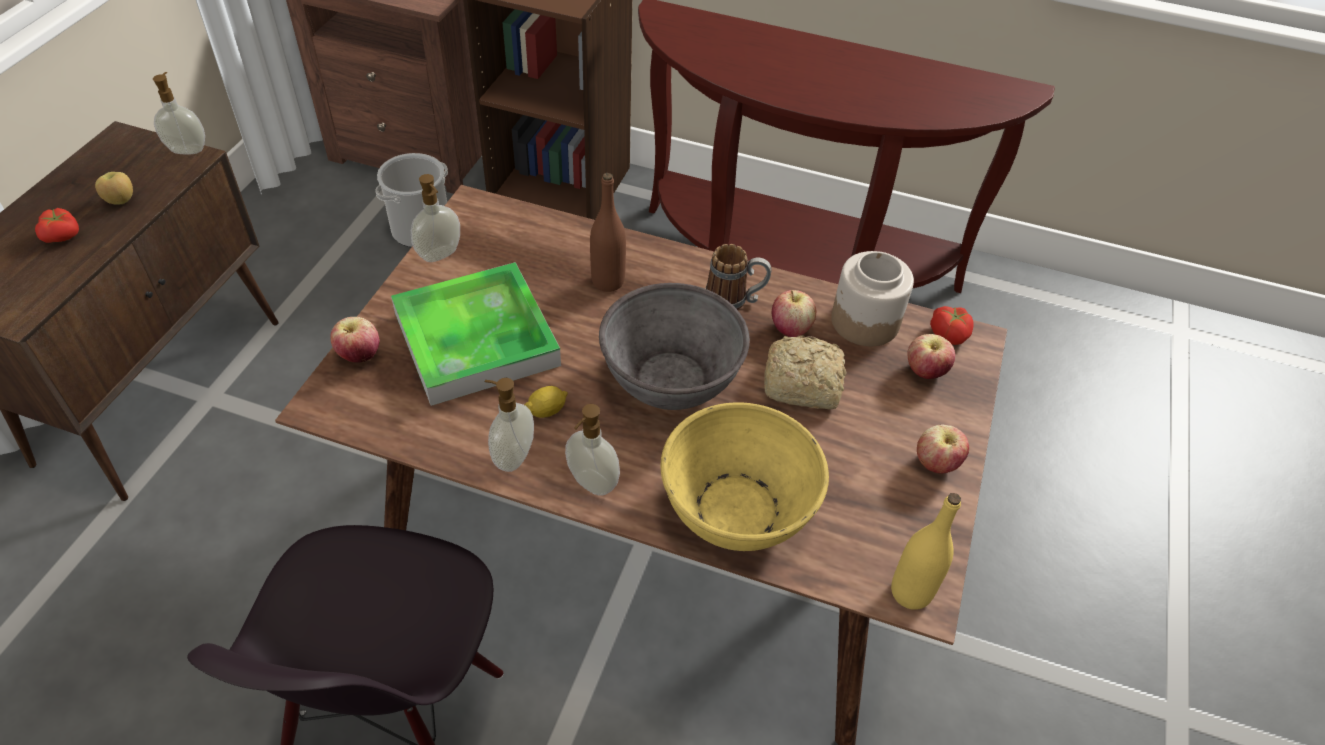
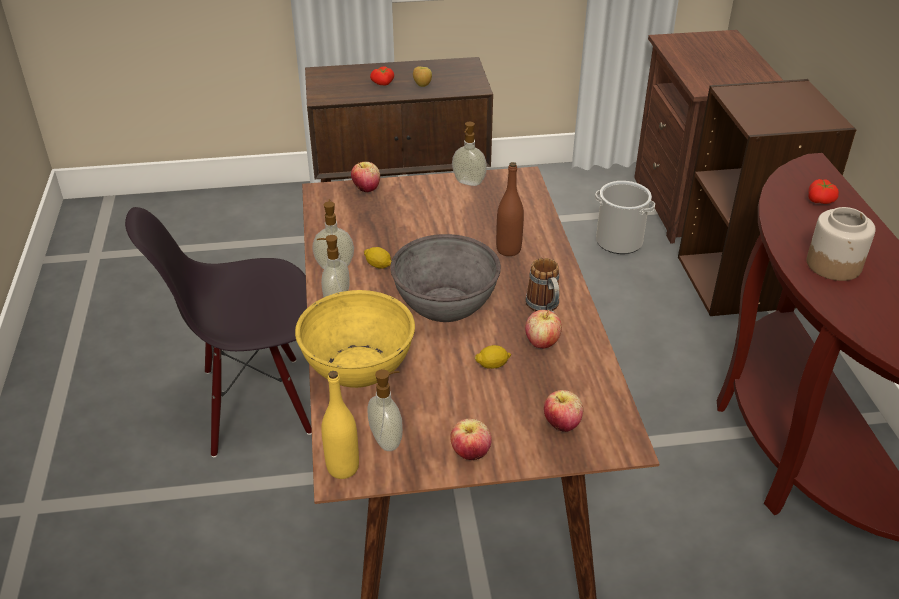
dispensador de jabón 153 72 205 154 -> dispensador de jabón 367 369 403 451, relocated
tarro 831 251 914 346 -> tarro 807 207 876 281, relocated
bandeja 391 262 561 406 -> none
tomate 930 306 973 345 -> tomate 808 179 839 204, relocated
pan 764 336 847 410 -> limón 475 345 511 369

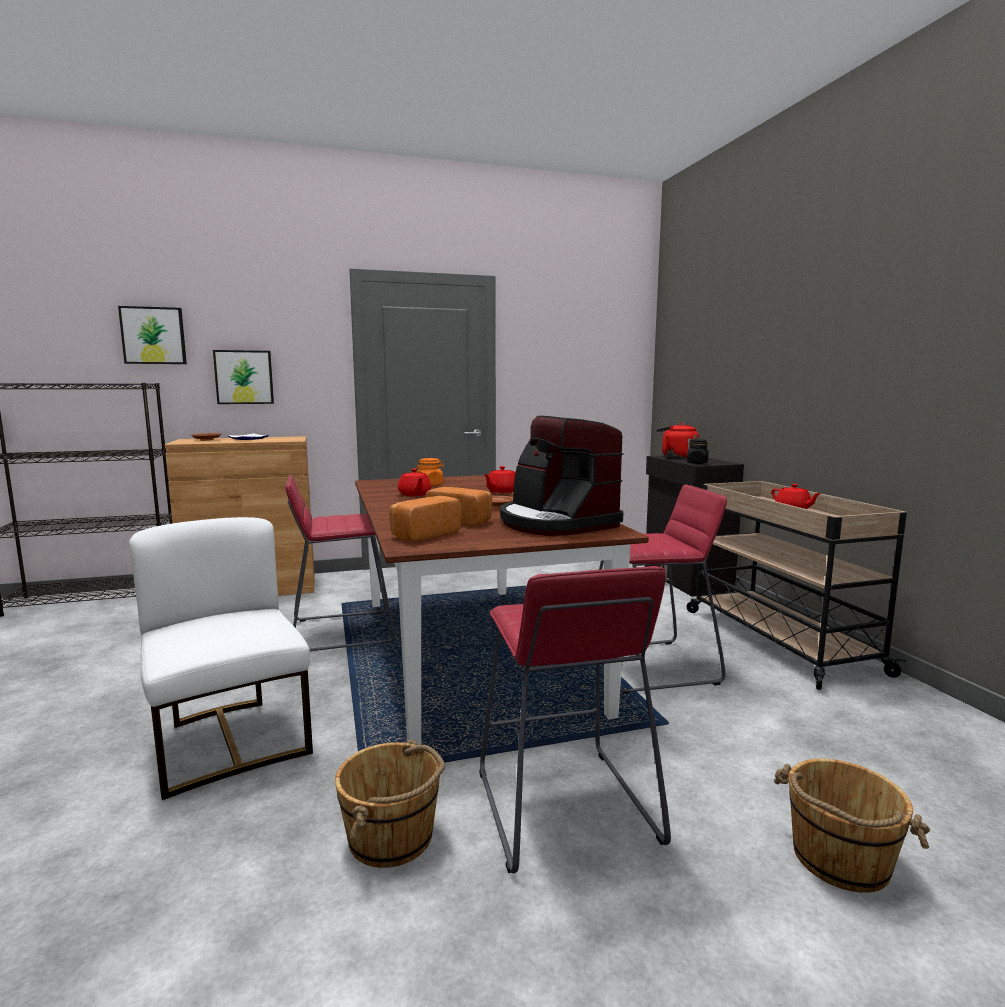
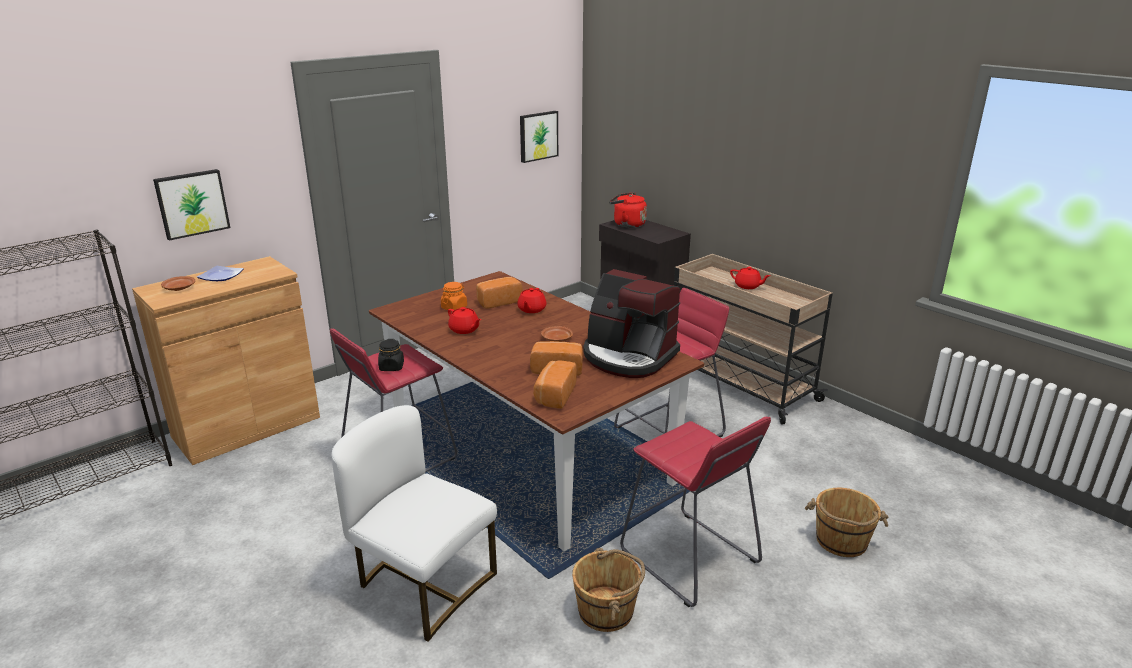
cuadro 118 306 187 364 -> cuadro 520 111 558 163, relocated
tarro (negro) 687 439 708 464 -> tarro (negro) 378 339 404 371, relocated
none -> pan 476 277 523 309

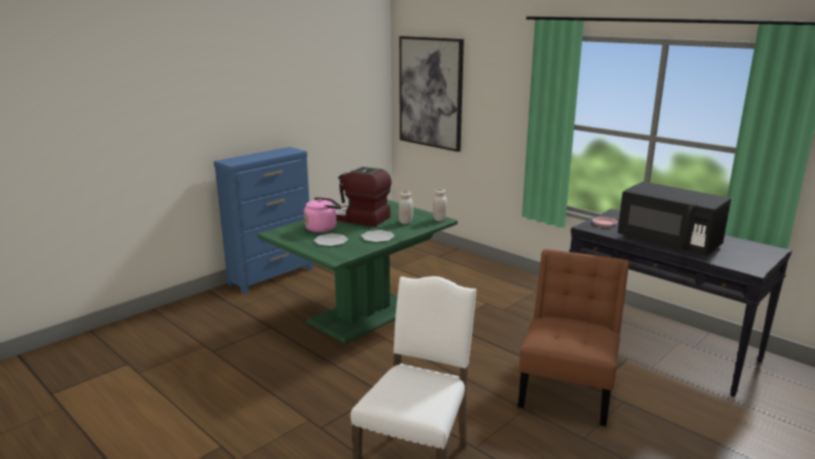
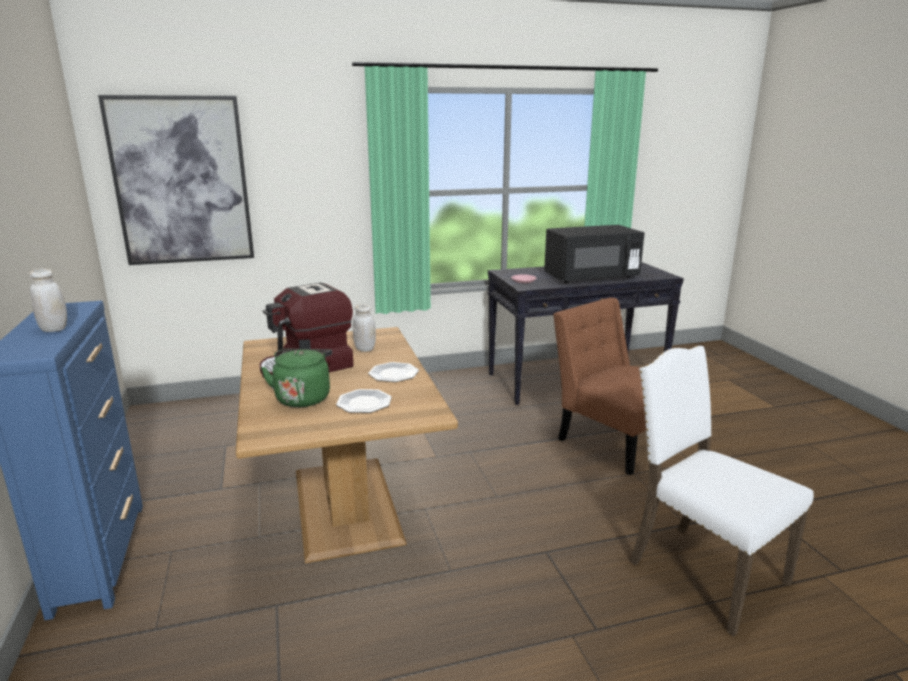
tarro (blanco) 433 189 447 221 -> tarro (blanco) 29 269 67 332, relocated
hervidor (rosa) 304 197 341 233 -> hervidor (verde) 261 349 332 407
mesa de comedor (verde) 257 200 458 344 -> mesa de comedor (marrón) 236 327 458 563

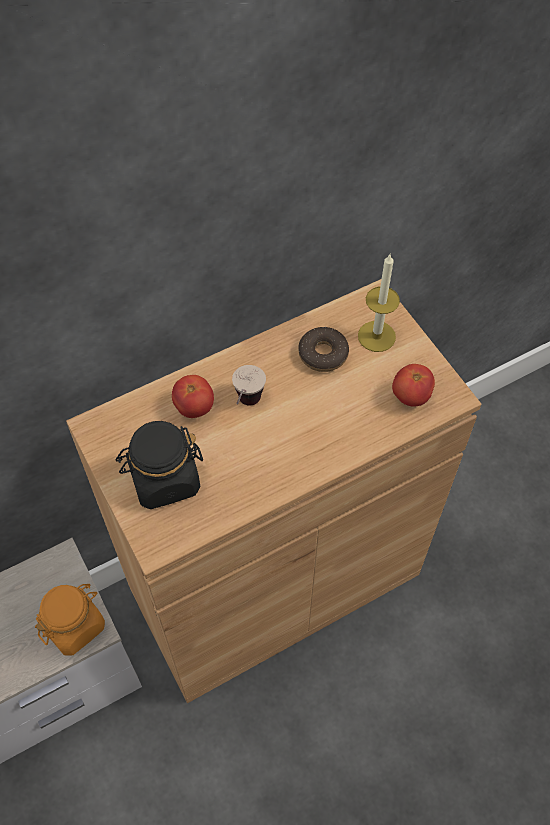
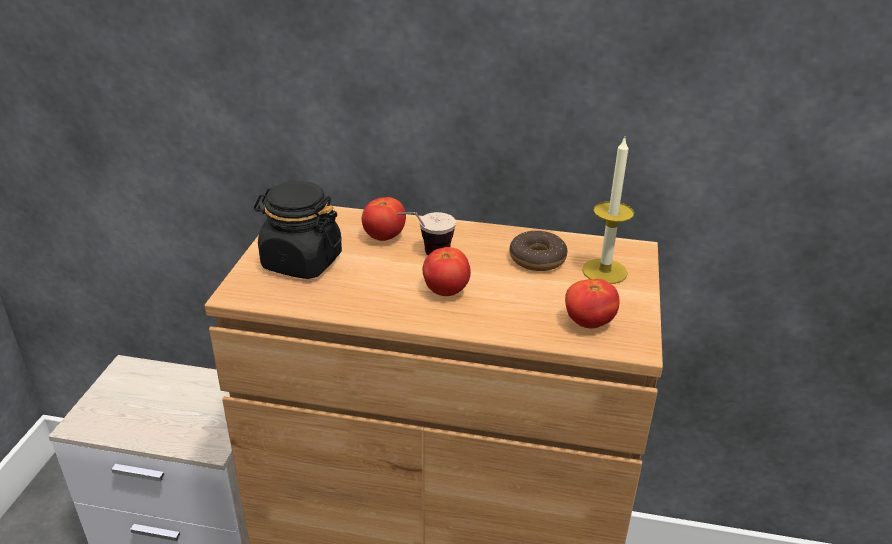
tarro (naranja) 35 584 105 656 -> none
none -> tomate 423 247 471 296

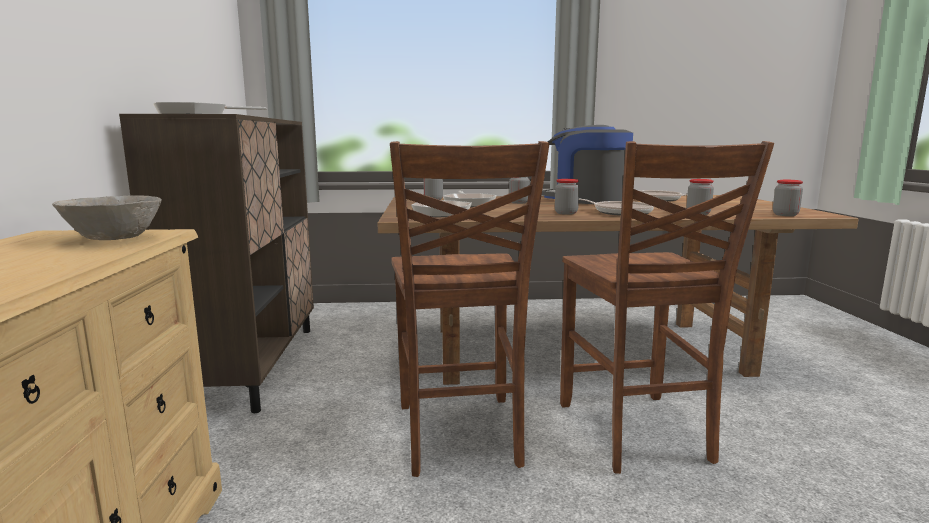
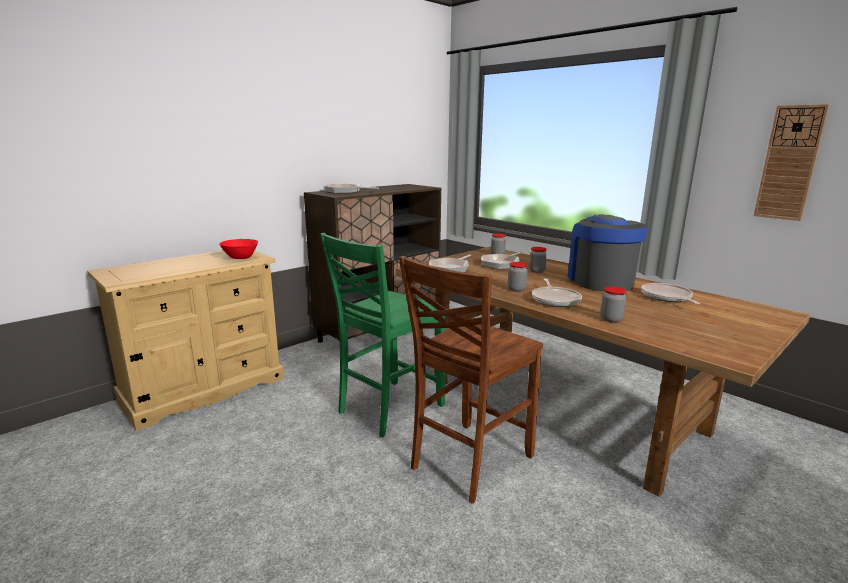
silla (marrón) 390 141 550 477 -> silla (verde) 320 233 445 438
tarro 773 180 803 216 -> none
cuenco (gris) 52 195 162 240 -> cuenco (rojo) 219 239 258 259
none -> reloj de pared 754 104 829 221

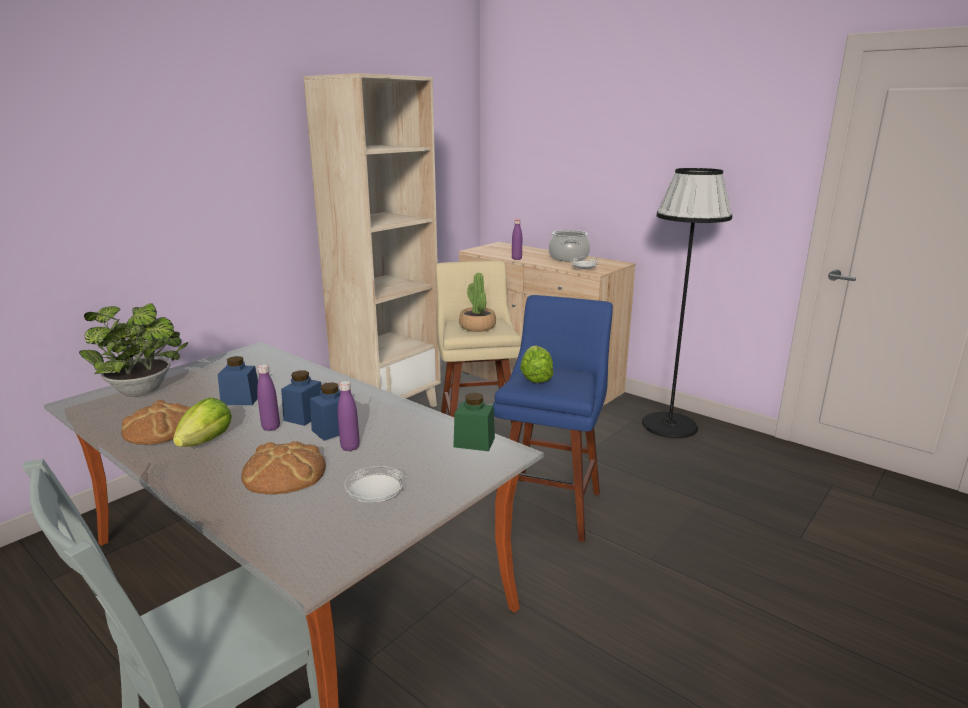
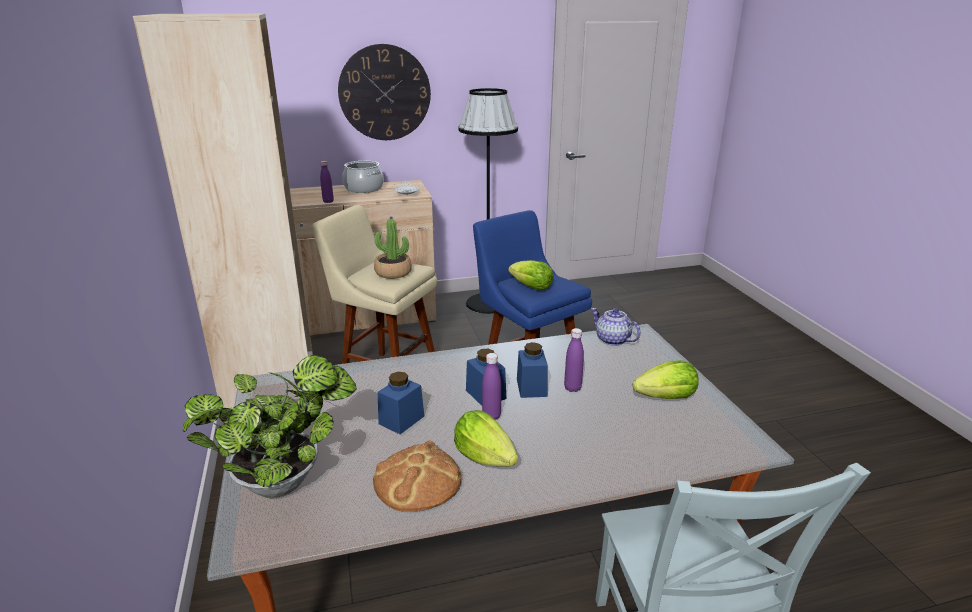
tarro (verde) 453 393 495 451 -> tetera 591 308 641 346
pan 241 441 326 494 -> none
plato (blanco) 345 466 405 503 -> lechuga 633 360 699 399
none -> reloj de pared 338 44 431 140

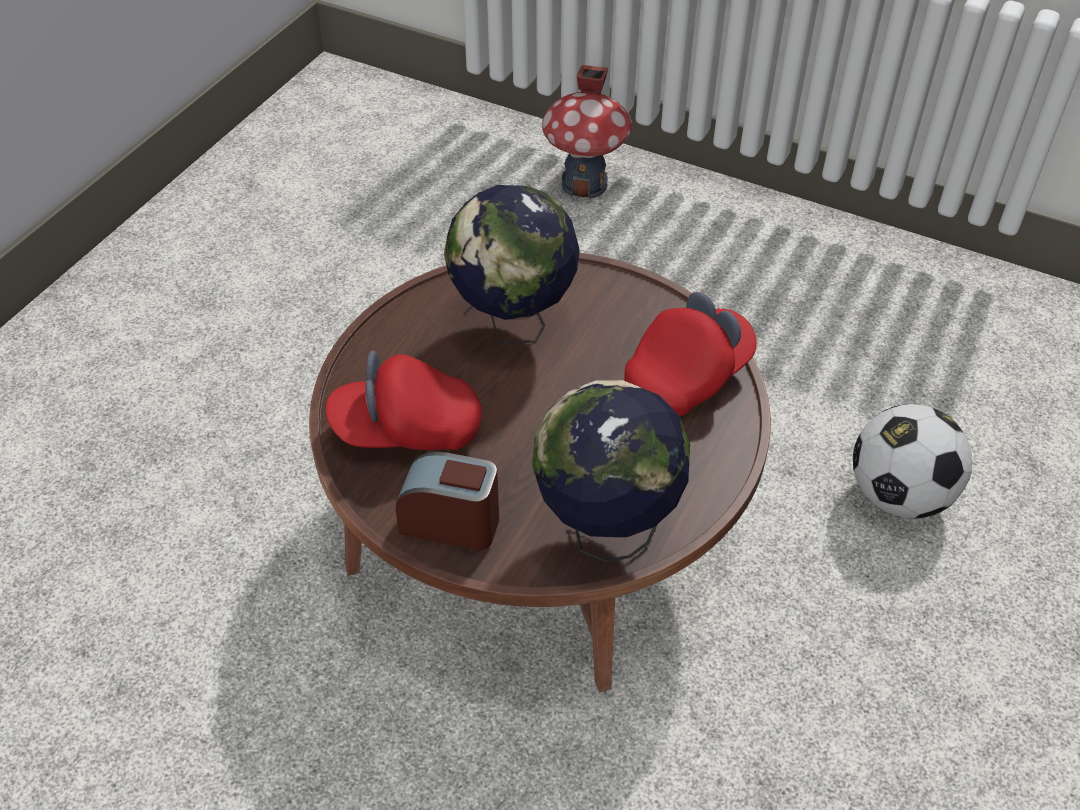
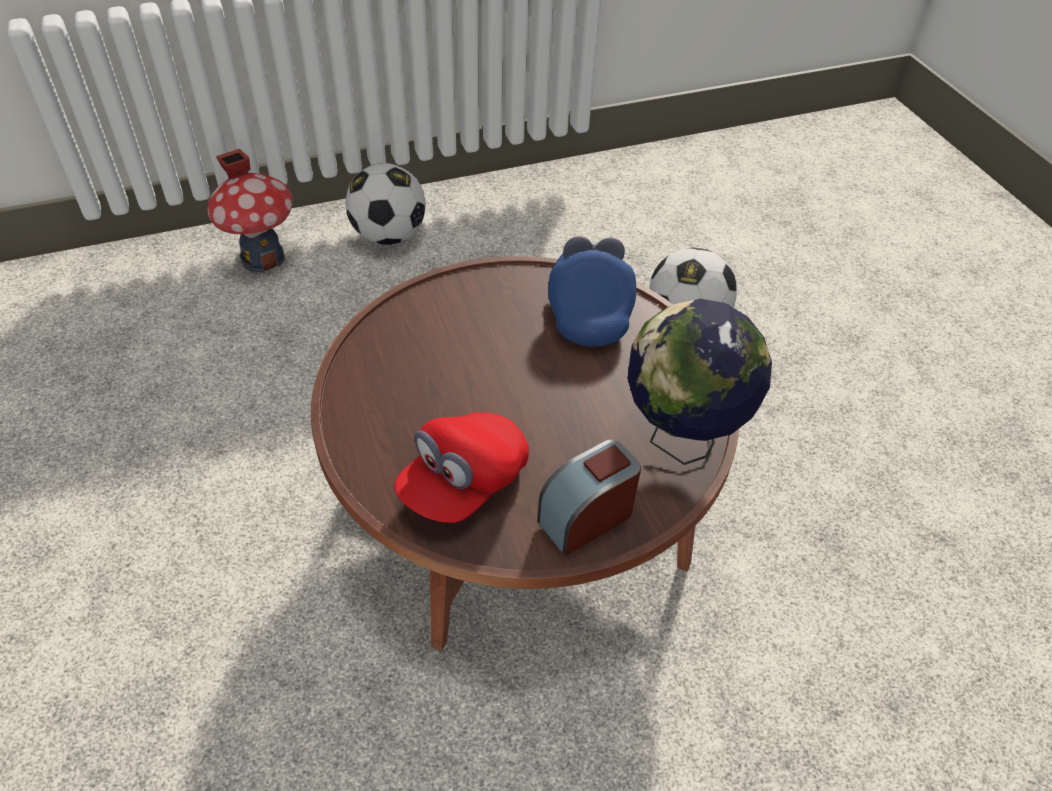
globo terráqueo 444 185 580 344 -> none
gorra (rojo) 624 292 757 416 -> gorra (azul) 548 236 636 347
none -> balón de fútbol 346 163 426 245

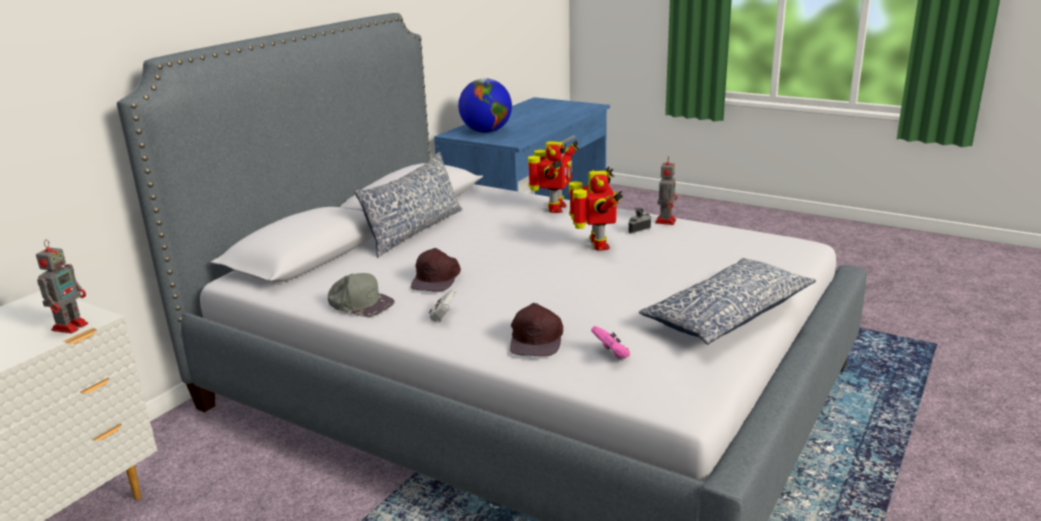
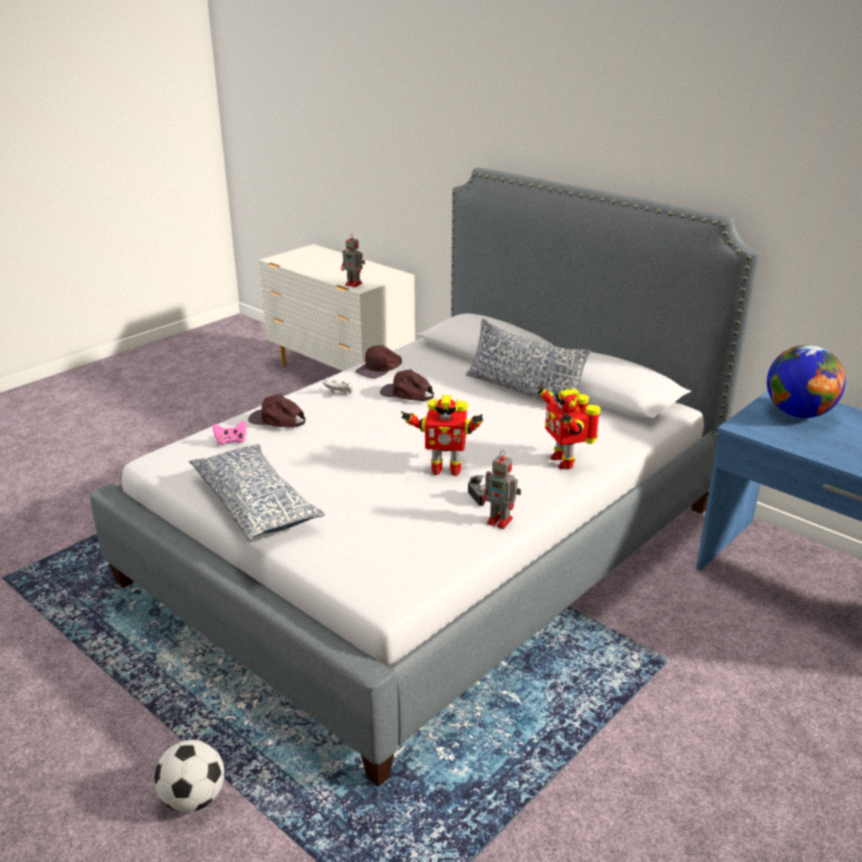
robot de juguete 528 140 579 213 -> robot de juguete 537 384 601 469, 45 degrees clockwise
gorra (gris) 328 273 395 317 -> gorra (marrón) 355 345 402 378
none -> balón de fútbol 154 740 225 812

